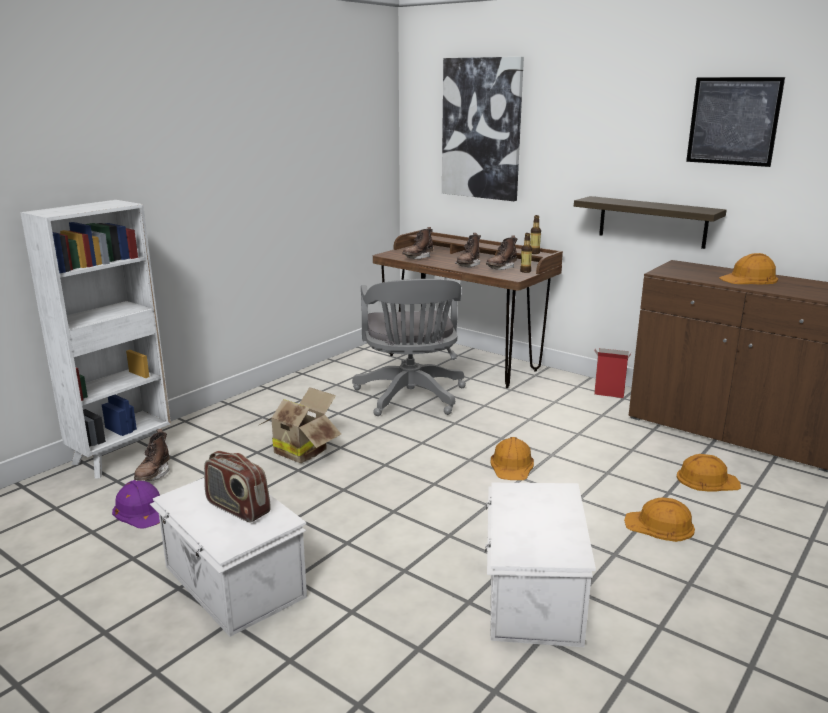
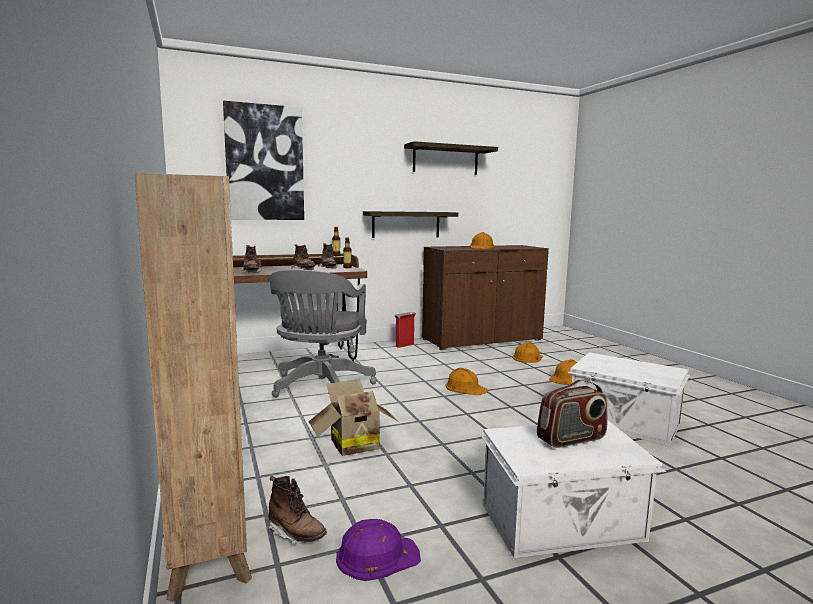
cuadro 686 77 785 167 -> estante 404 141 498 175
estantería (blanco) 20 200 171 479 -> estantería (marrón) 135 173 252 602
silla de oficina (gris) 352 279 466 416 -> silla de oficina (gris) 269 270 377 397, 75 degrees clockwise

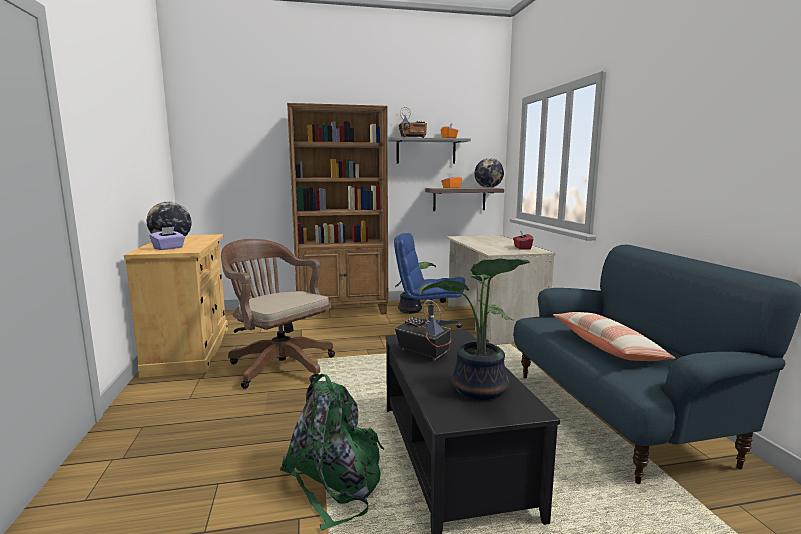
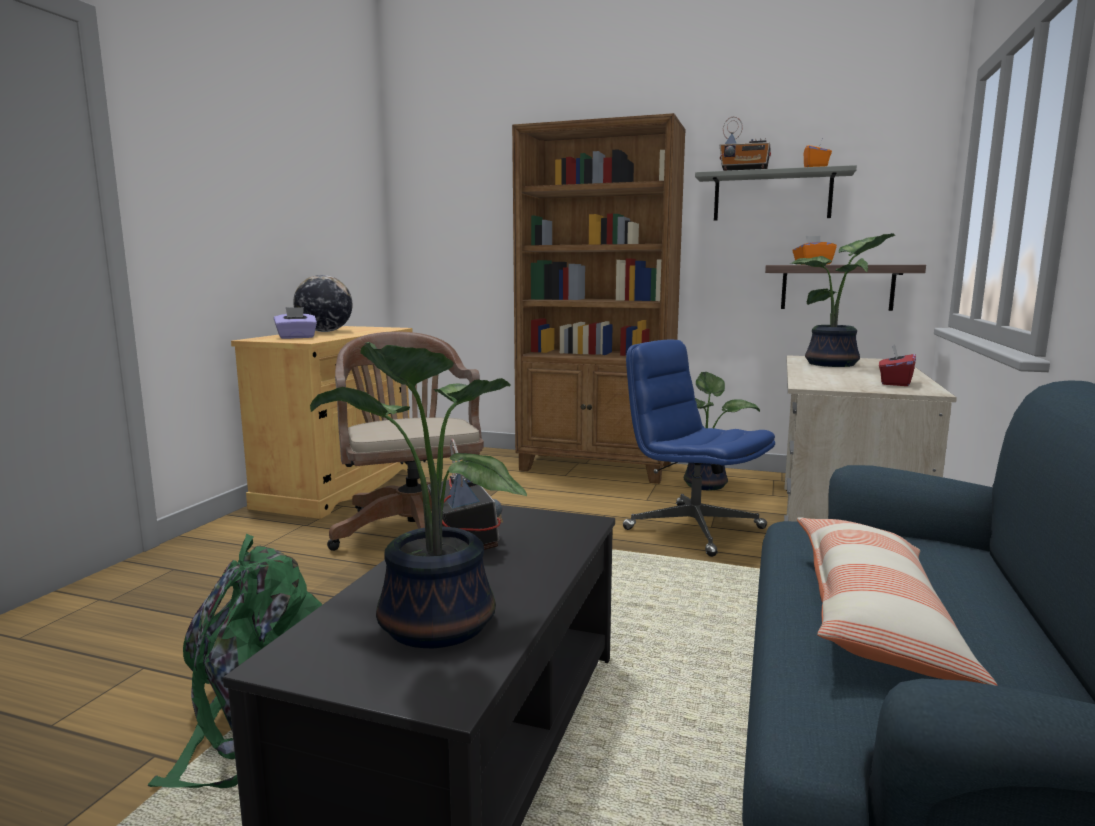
globo terráqueo 474 158 504 188 -> none
none -> planta en maceta 790 233 895 367

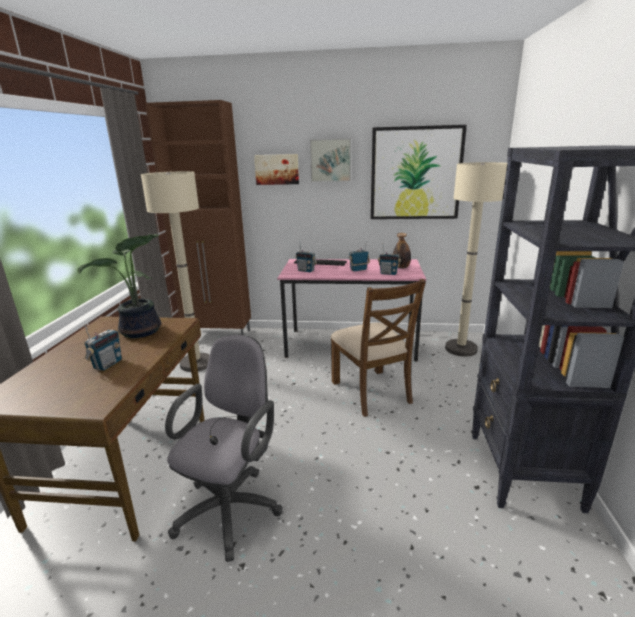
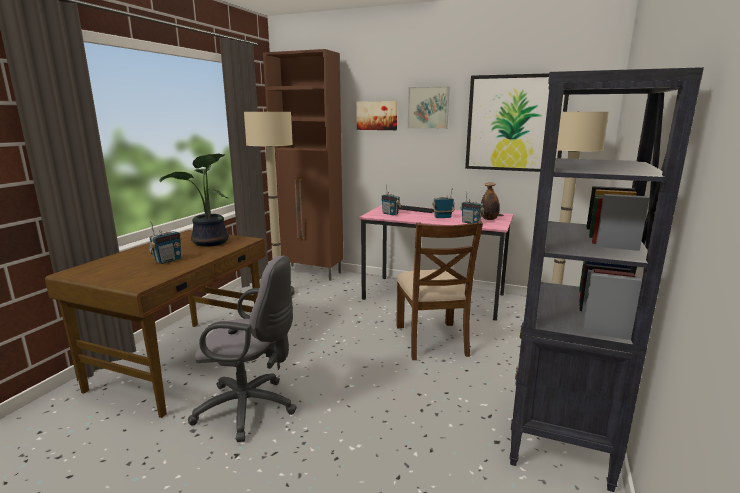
silla de oficina (gris) 165 335 283 562 -> silla de oficina (gris) 188 256 297 442, 60 degrees clockwise

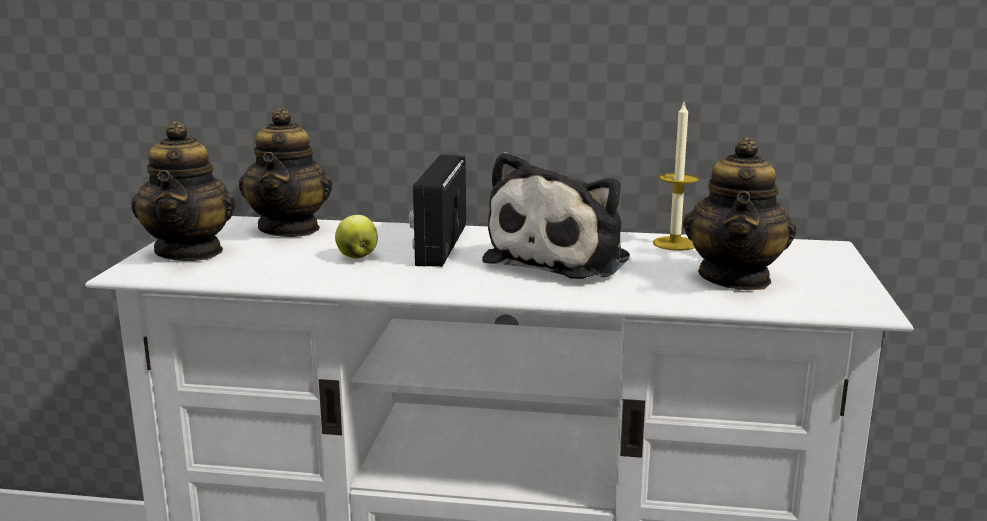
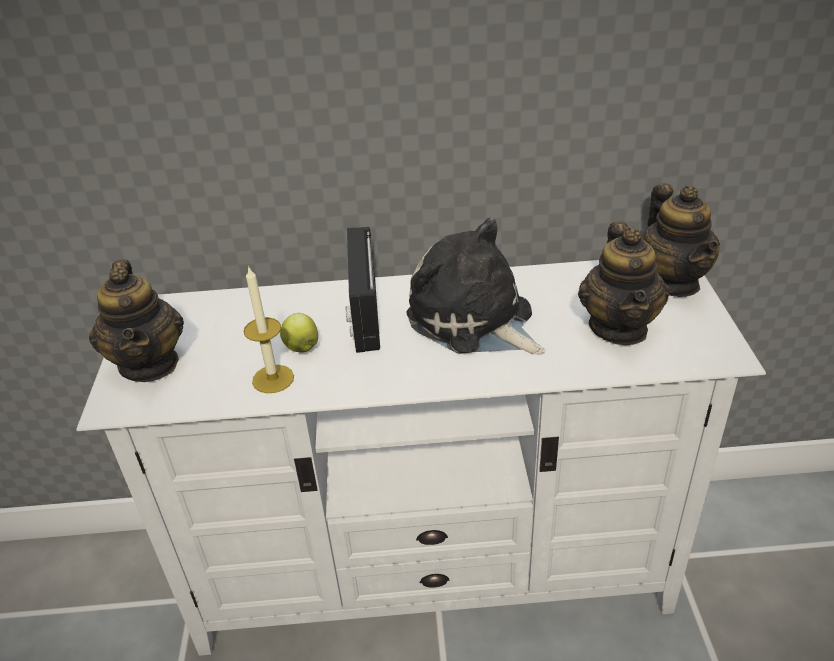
vela 653 102 699 251 -> vela 244 266 294 393, relocated
tetera 239 108 332 237 -> tetera 641 183 720 297, relocated
peluche 482 152 629 279 -> peluche 407 218 546 354, 120 degrees clockwise

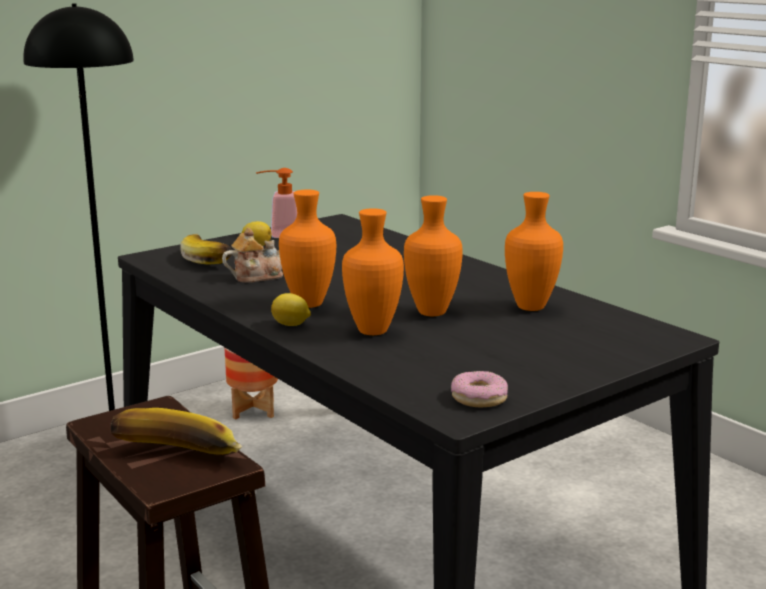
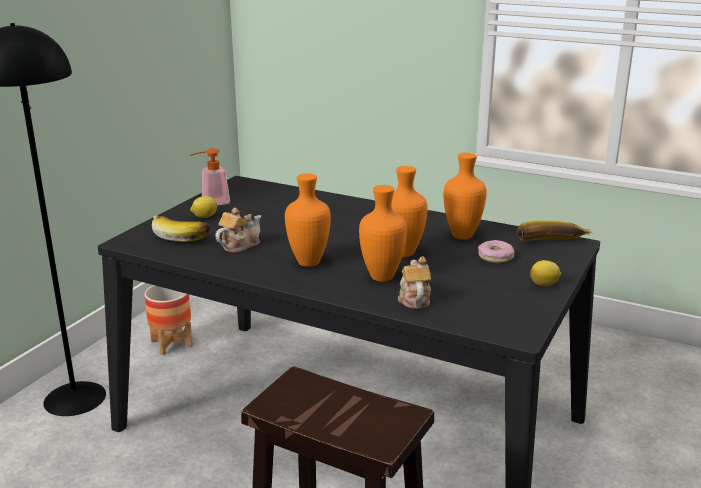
limón 271 293 311 326 -> limón 530 260 561 286, relocated
rosquilla 451 371 508 407 -> rosquilla 478 240 514 263, relocated
plátano 111 408 243 455 -> plátano 517 220 592 241, relocated
none -> tetera 398 256 431 309

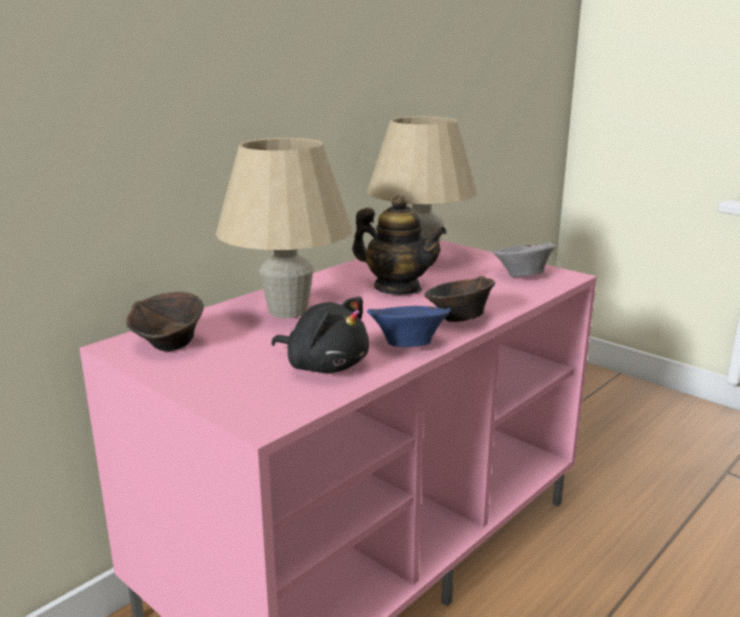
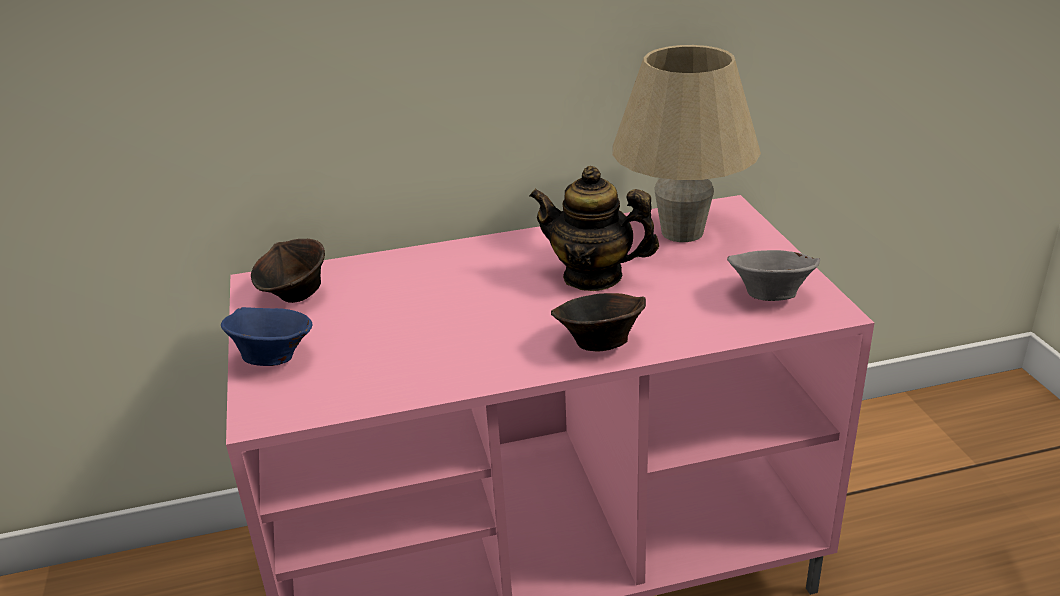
lámpara de mesa (beis) 216 138 352 318 -> none
tetera 352 195 447 295 -> tetera 529 166 659 291, 135 degrees clockwise
peluche (negro) 271 297 369 373 -> none
cuenco (azul) 367 306 451 347 -> cuenco (azul) 221 307 312 366, relocated

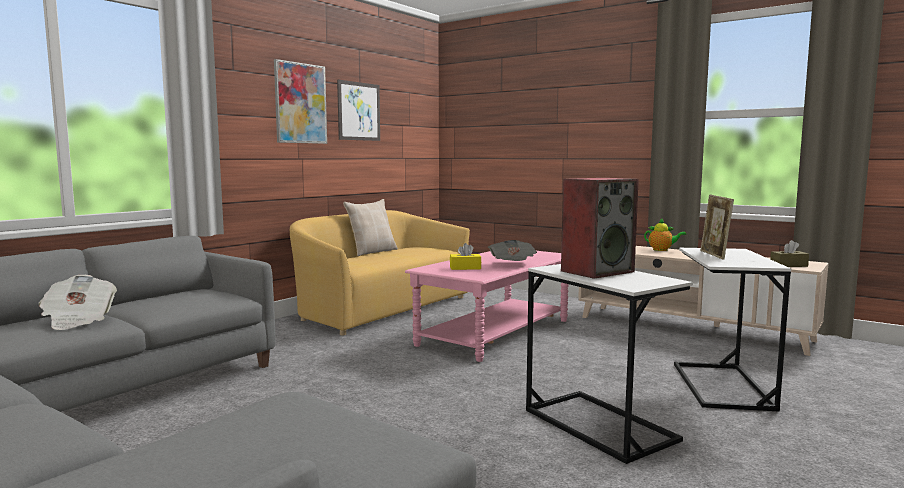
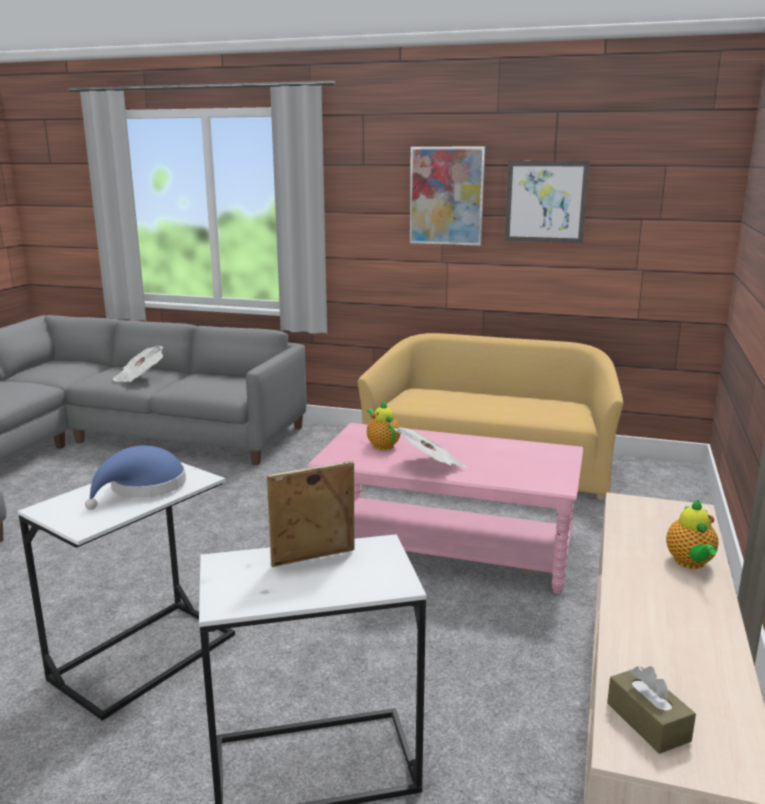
altavoz 561 178 639 279 -> sombrero (azul) 85 446 186 510
cojín (beis) 343 199 398 256 -> none
caja de pañuelos (amarillo) 450 243 481 270 -> tetera 367 400 400 450

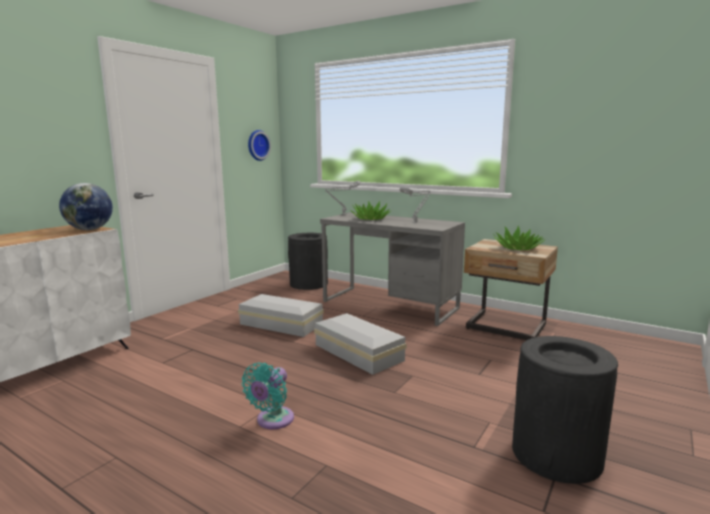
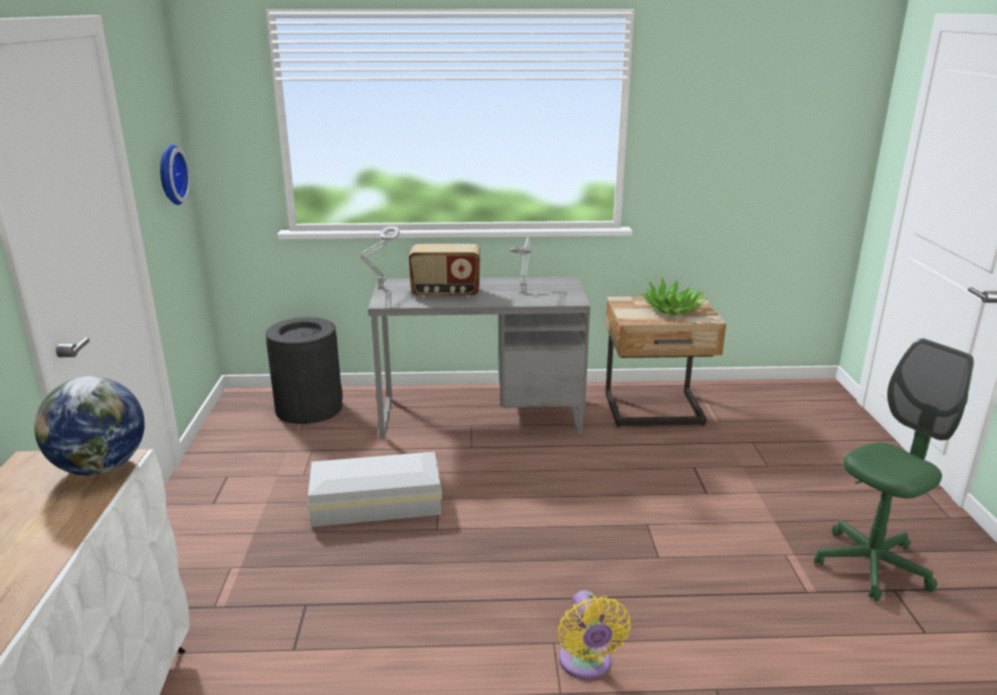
planta en maceta 351 200 392 220 -> radio 409 244 480 298
caja de almacenaje (blanco) 314 313 407 375 -> none
papelera (negro) 512 336 618 484 -> silla de oficina (verde) 814 338 974 602
ventilador (turquesa) 241 362 294 429 -> ventilador (amarillo) 558 590 631 680

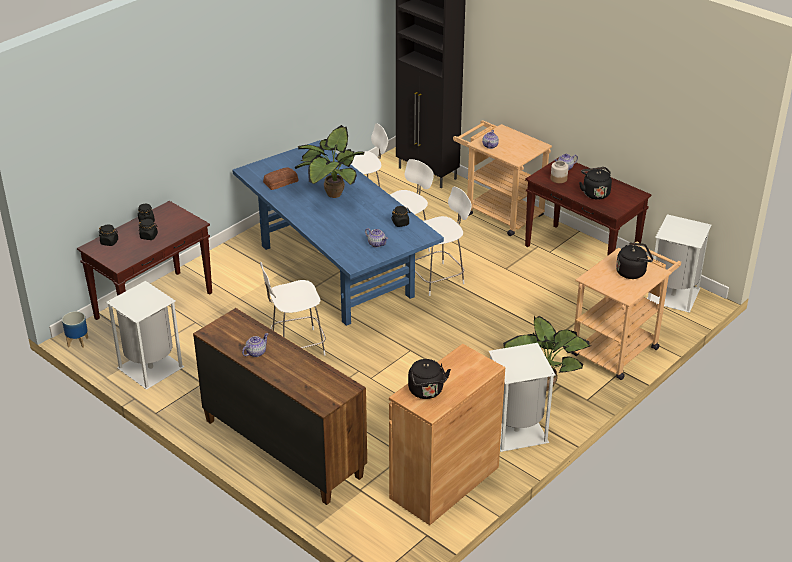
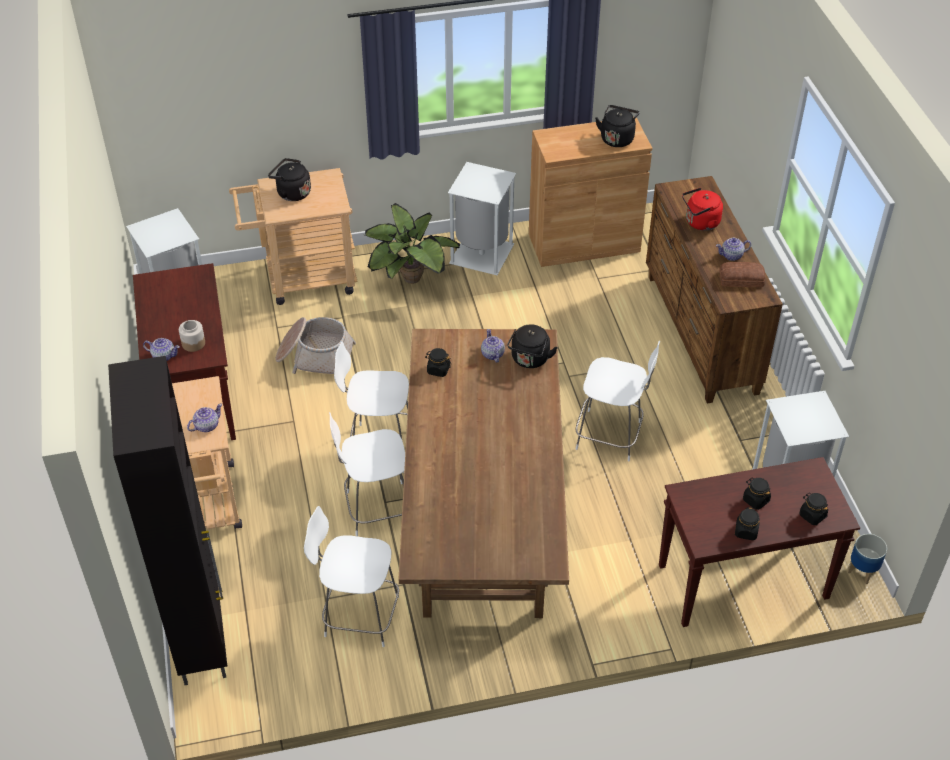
planta en maceta 295 125 364 198 -> none
mesa de comedor (azul) 232 140 444 326 -> mesa de comedor (marrón) 399 329 569 618
pan 263 167 298 190 -> pan 719 262 765 287, relocated
hervidor (negro) 579 167 612 200 -> hervidor (negro) 507 324 558 368, relocated
none -> hervidor (rojo) 682 188 723 231
none -> cesta 276 317 356 379

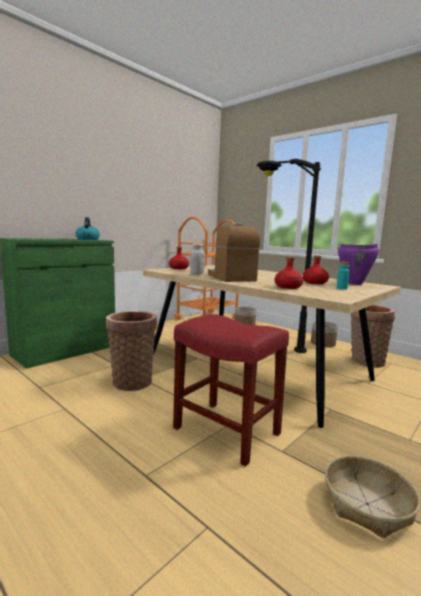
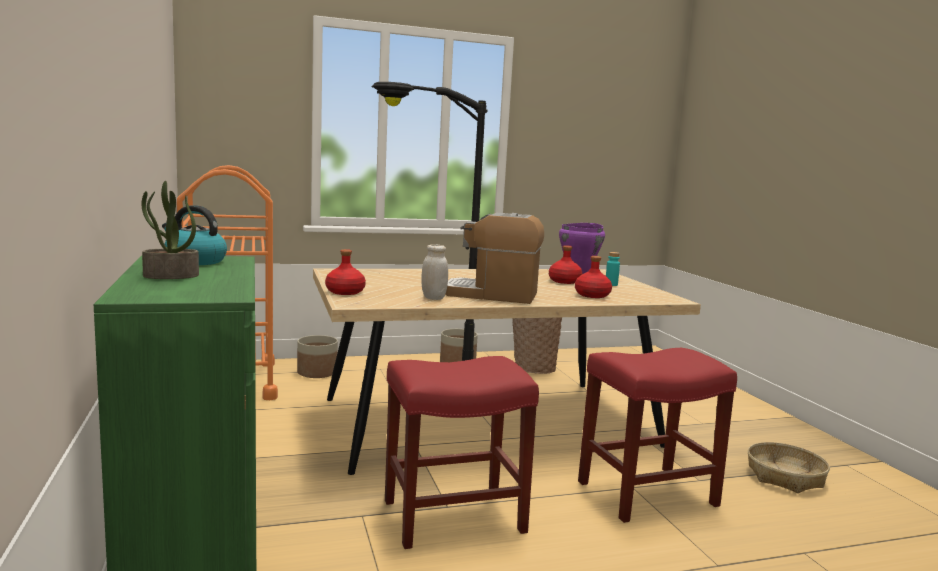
cesta 106 311 157 391 -> taburete (rojo) 385 356 539 549
none -> planta en maceta 142 181 199 279

